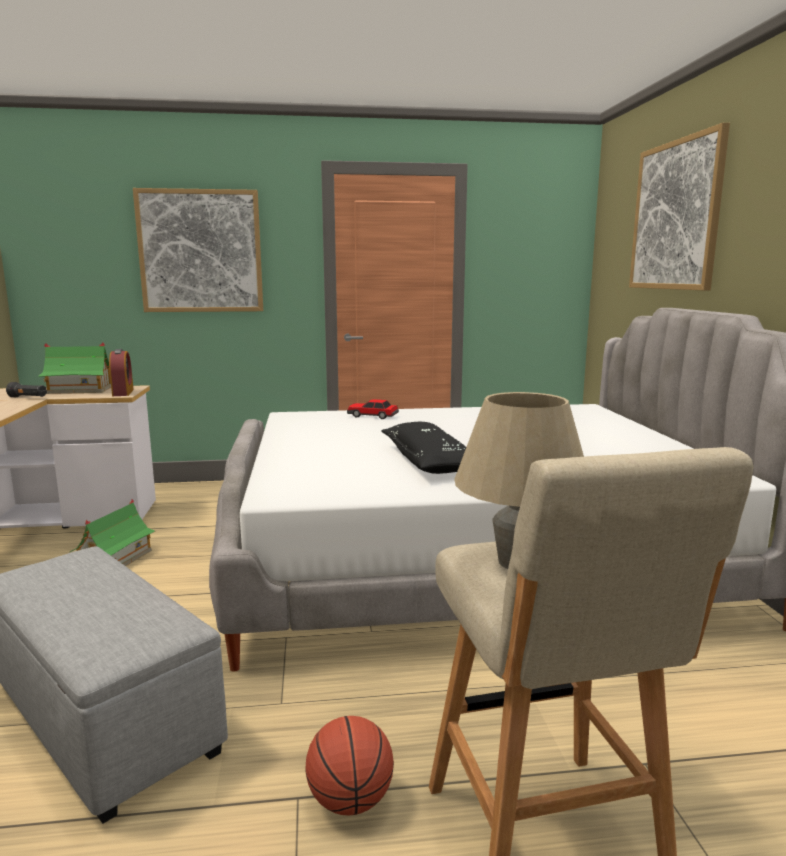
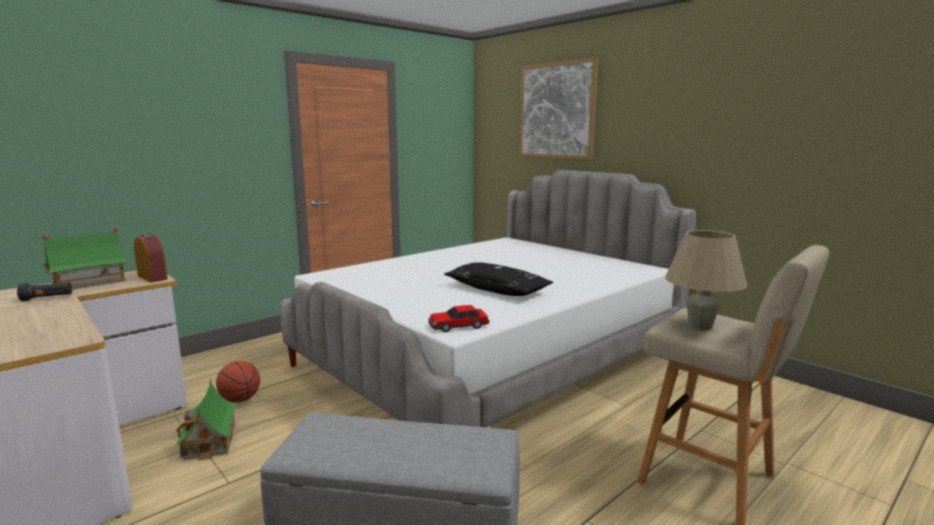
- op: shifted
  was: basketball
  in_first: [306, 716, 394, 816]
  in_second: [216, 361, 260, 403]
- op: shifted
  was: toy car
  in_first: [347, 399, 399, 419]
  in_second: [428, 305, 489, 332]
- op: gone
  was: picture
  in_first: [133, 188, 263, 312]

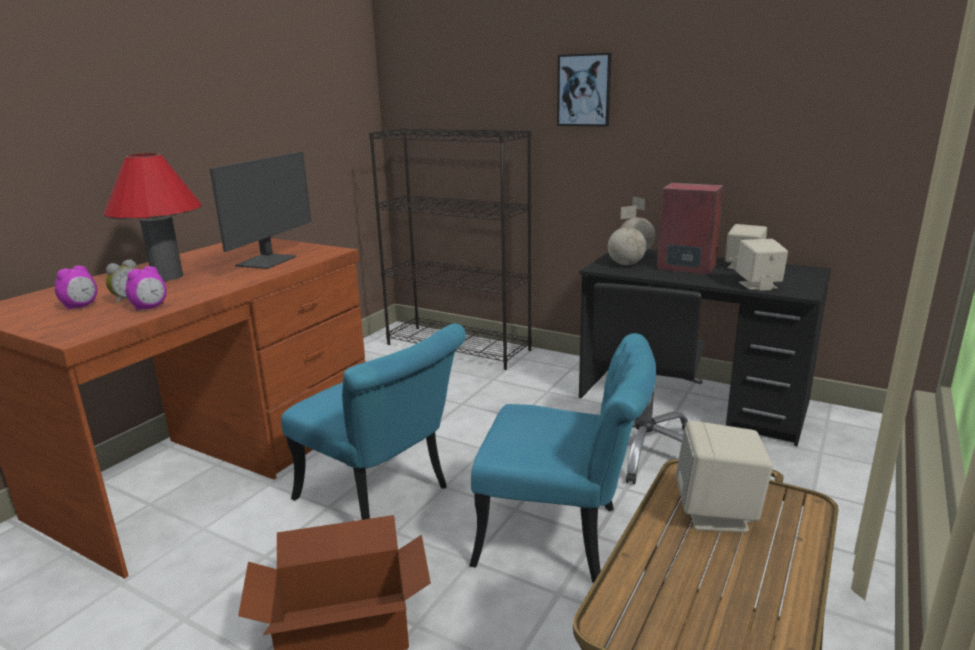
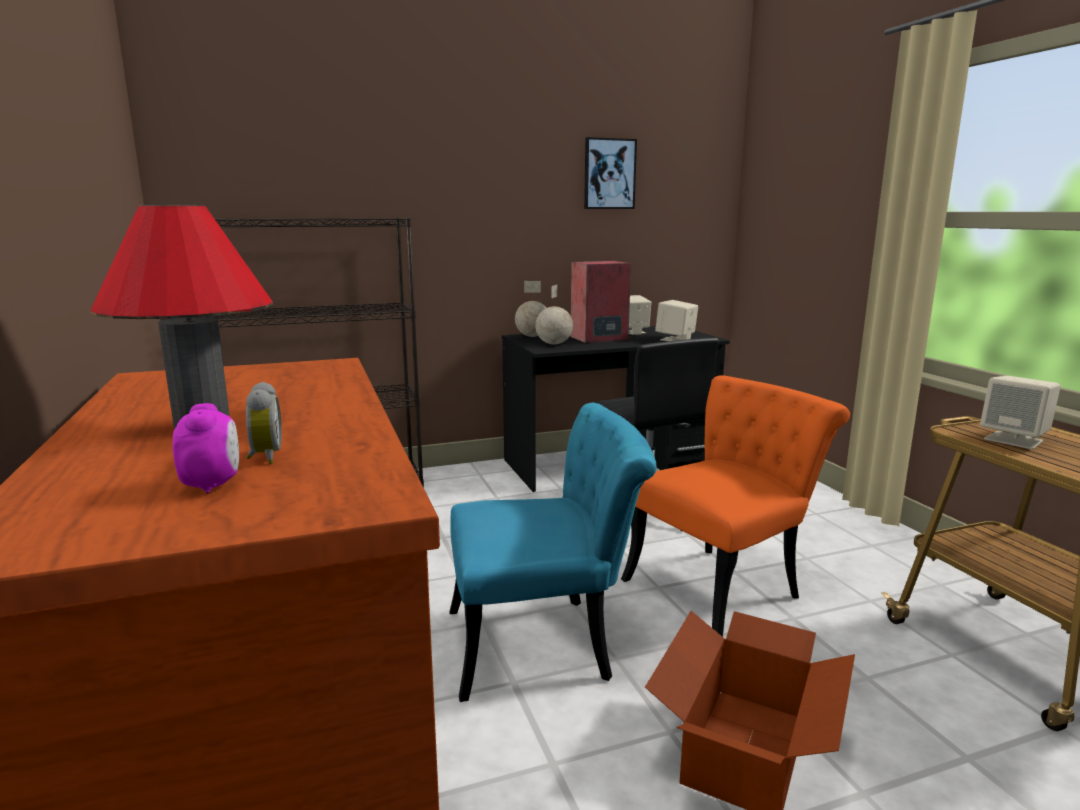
- op: shifted
  was: picture
  in_first: [557, 53, 612, 127]
  in_second: [584, 137, 637, 209]
- op: repainted
  was: turquoise chair
  now: orange chair
  in_first: [469, 333, 656, 583]
  in_second: [621, 375, 850, 637]
- op: gone
  was: alarm clock
  in_first: [125, 266, 167, 311]
- op: gone
  was: monitor
  in_first: [209, 152, 311, 269]

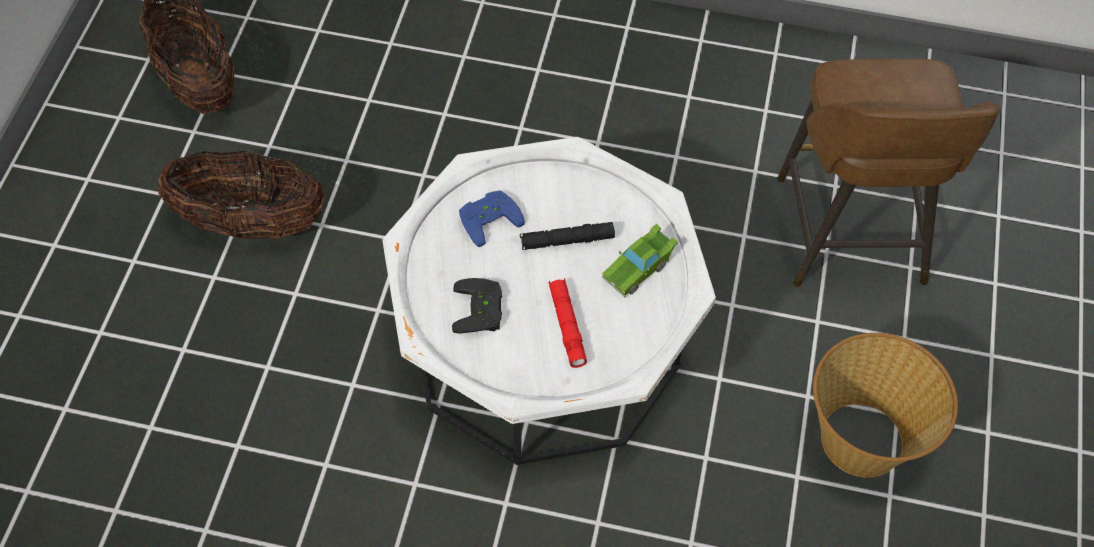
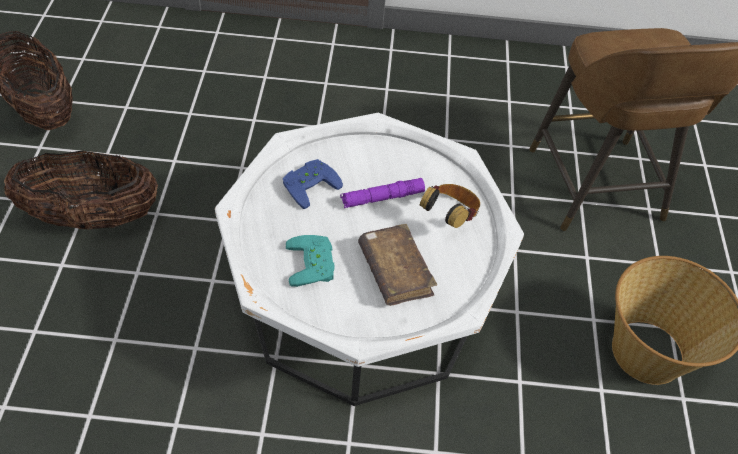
- op: repainted
  was: black game controller
  now: turquoise game controller
  in_first: [452, 278, 502, 334]
  in_second: [286, 235, 334, 287]
- op: repainted
  was: black flashlight
  now: purple flashlight
  in_first: [520, 222, 615, 250]
  in_second: [340, 178, 425, 208]
- op: swapped
  was: red flashlight
  now: brown book
  in_first: [549, 278, 587, 368]
  in_second: [358, 224, 437, 306]
- op: swapped
  was: green toy car
  now: headphones
  in_first: [602, 224, 678, 297]
  in_second: [420, 184, 480, 228]

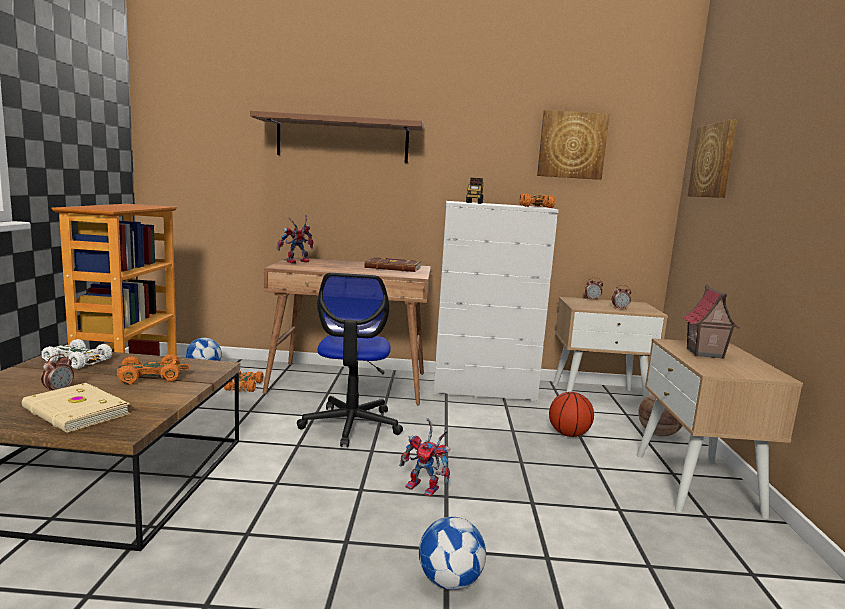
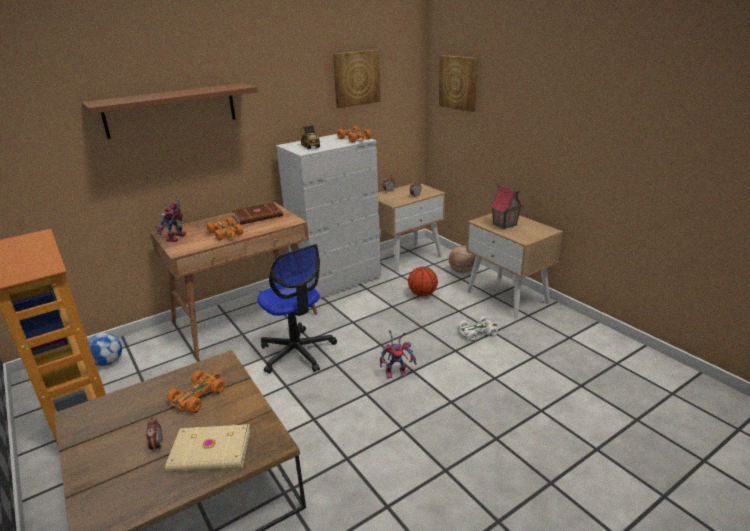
- op: shifted
  was: orange toy car
  in_first: [224, 371, 264, 392]
  in_second: [207, 217, 243, 241]
- op: shifted
  was: white toy car
  in_first: [41, 339, 112, 369]
  in_second: [458, 316, 498, 341]
- op: gone
  was: football
  in_first: [419, 517, 486, 590]

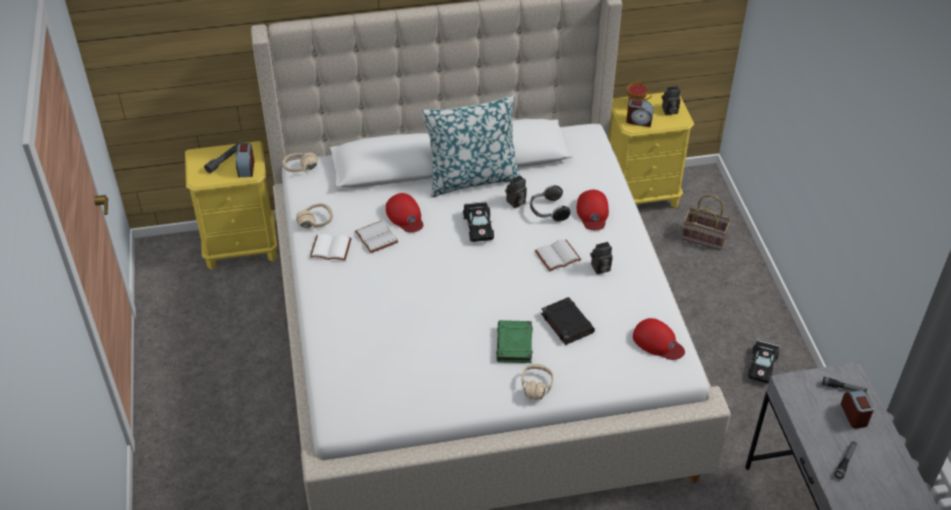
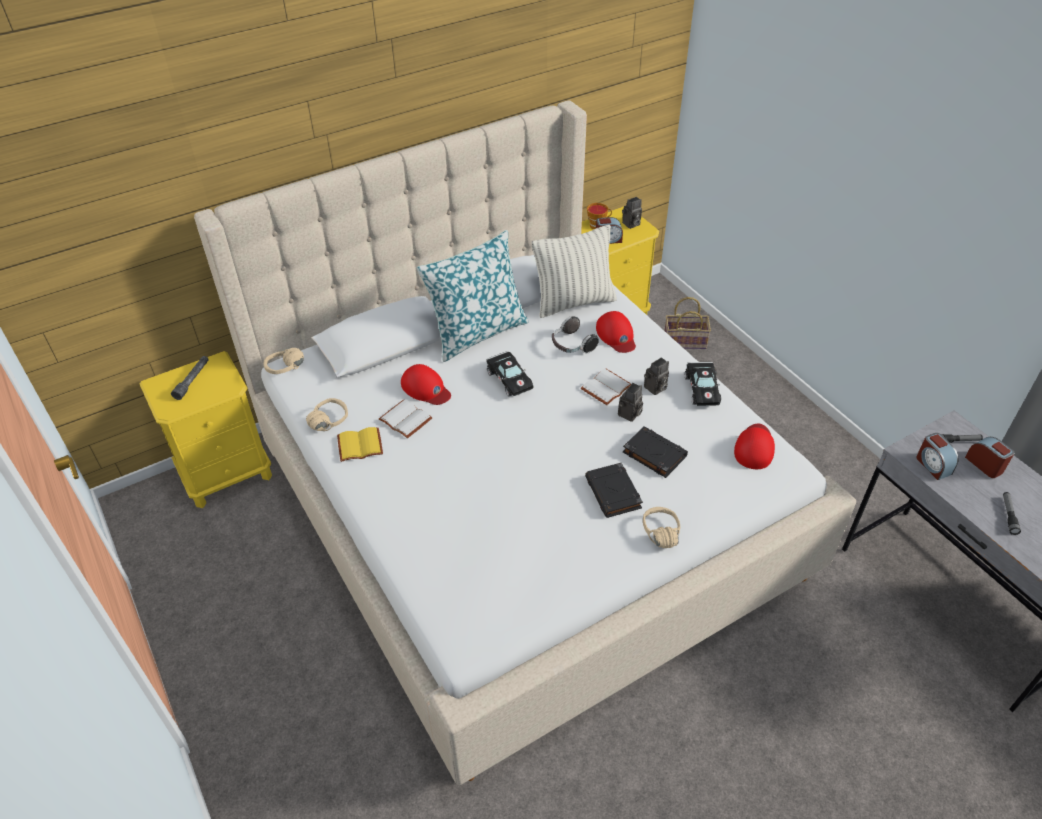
- op: repainted
  was: white book
  now: yellow book
  in_first: [310, 234, 352, 261]
  in_second: [337, 427, 383, 462]
- op: new
  now: pillow
  in_second: [531, 225, 617, 318]
- op: repainted
  was: green book
  now: black book
  in_first: [496, 320, 533, 363]
  in_second: [585, 463, 643, 518]
- op: shifted
  was: photo camera
  in_first: [505, 175, 527, 208]
  in_second: [618, 383, 643, 422]
- op: shifted
  was: black toy car
  in_first: [748, 340, 779, 383]
  in_second: [685, 362, 721, 406]
- op: rotated
  was: red cap
  in_first: [633, 318, 685, 360]
  in_second: [734, 424, 775, 469]
  clockwise: -90
- op: shifted
  was: alarm clock
  in_first: [235, 143, 254, 177]
  in_second: [916, 433, 959, 480]

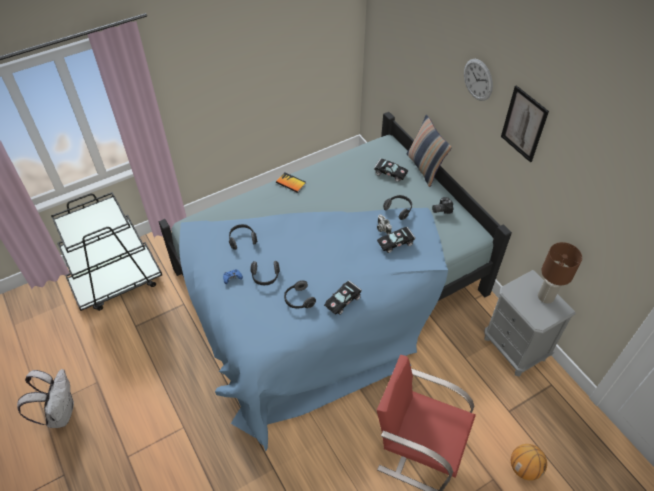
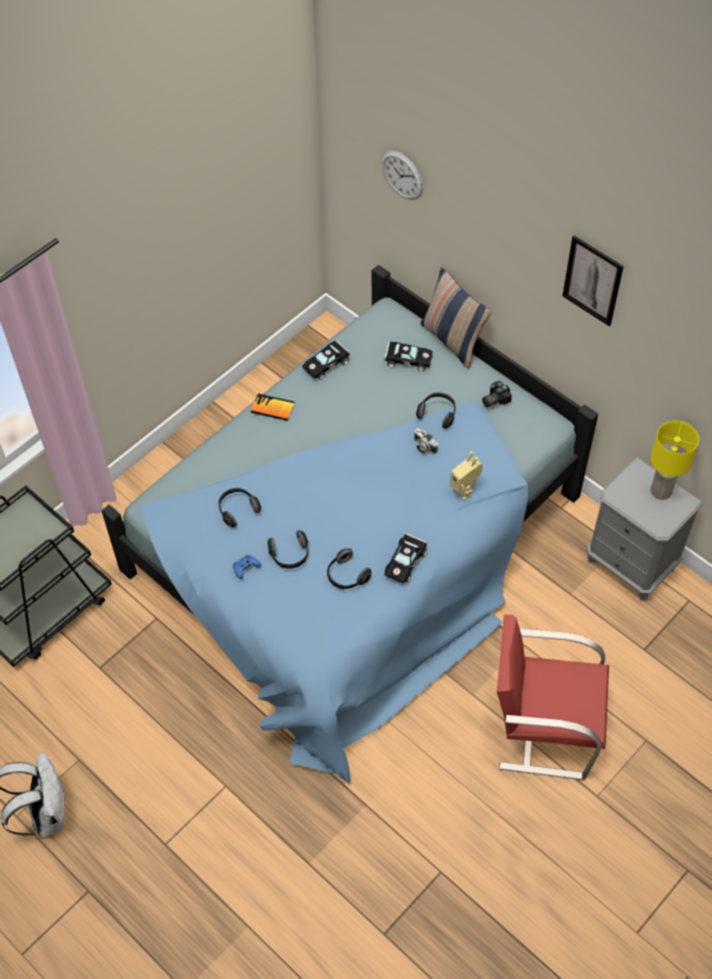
- op: shifted
  was: black toy car
  in_first: [377, 227, 415, 253]
  in_second: [302, 340, 350, 380]
- op: shifted
  was: wall clock
  in_first: [464, 59, 493, 101]
  in_second: [382, 151, 423, 200]
- op: new
  now: toy robot
  in_second: [450, 451, 483, 500]
- op: repainted
  was: brown table lamp
  now: yellow table lamp
  in_first: [538, 242, 582, 304]
  in_second: [651, 420, 699, 500]
- op: gone
  was: basketball
  in_first: [511, 444, 547, 481]

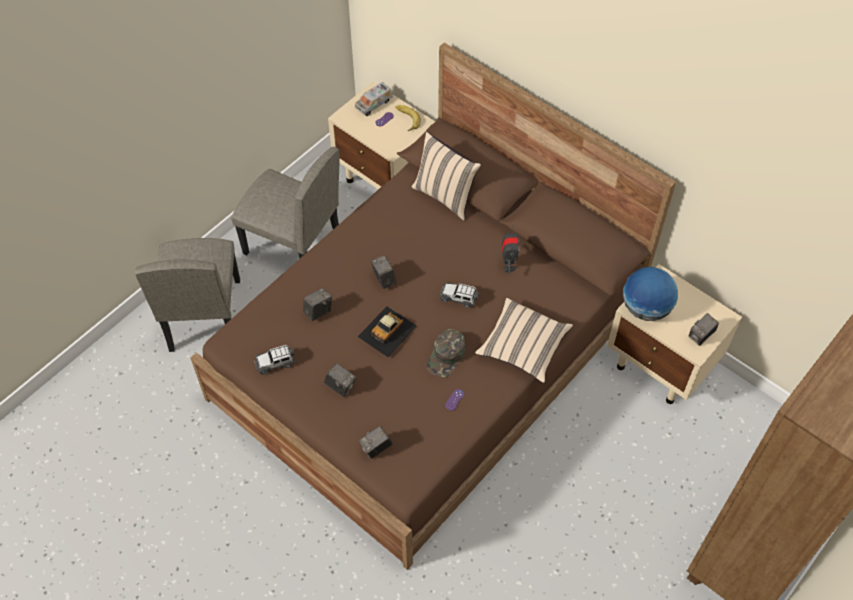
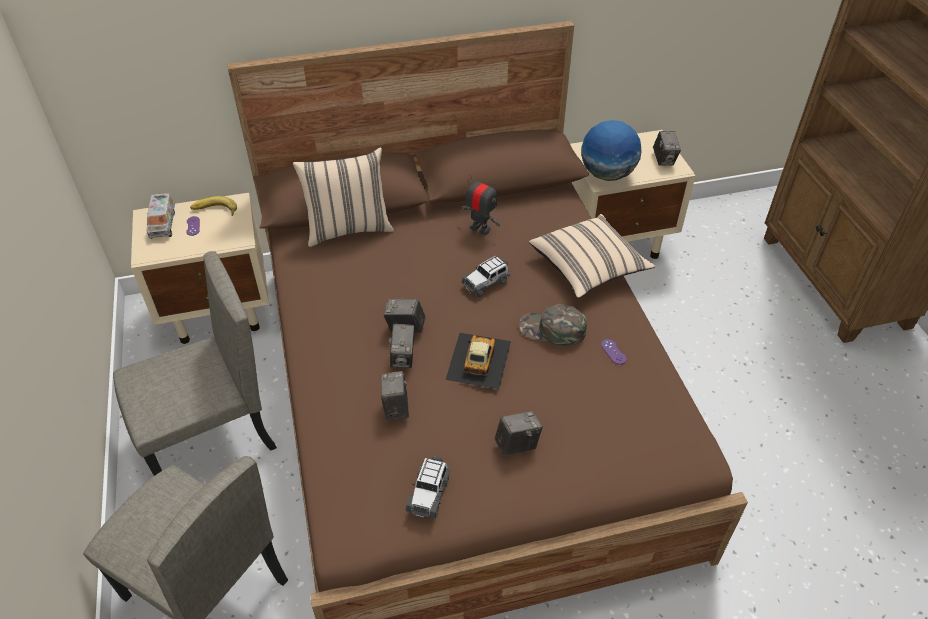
- op: shifted
  was: photo camera
  in_first: [359, 426, 393, 459]
  in_second: [389, 324, 415, 368]
- op: rotated
  was: toy car
  in_first: [358, 306, 417, 357]
  in_second: [445, 333, 511, 389]
  clockwise: -150
- op: rotated
  was: green cap
  in_first: [426, 329, 465, 378]
  in_second: [519, 304, 587, 346]
  clockwise: 135

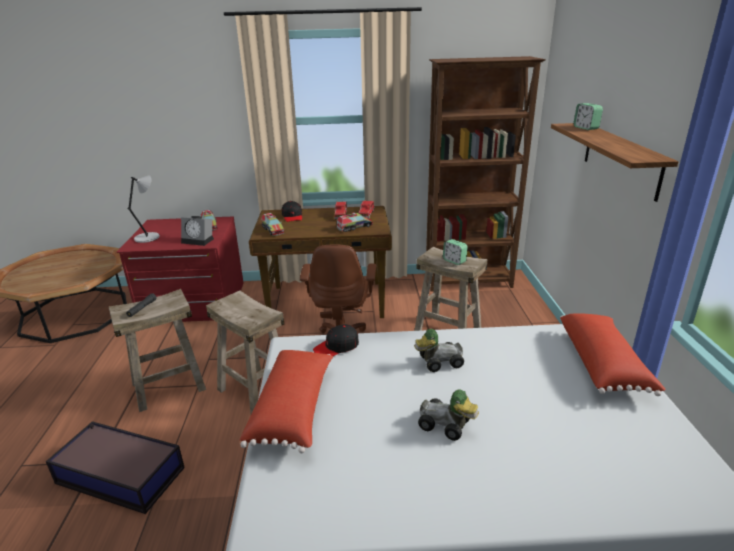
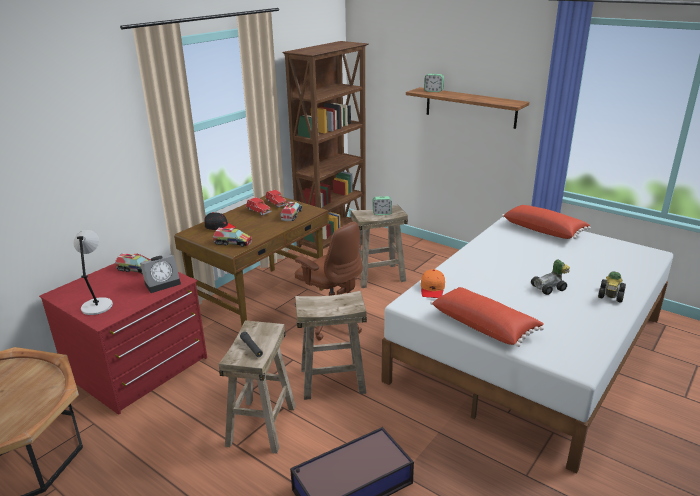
- op: repainted
  was: black cap
  now: orange cap
  in_first: [313, 324, 359, 356]
  in_second: [421, 269, 445, 298]
- op: shifted
  was: toy car
  in_first: [414, 329, 464, 372]
  in_second: [598, 271, 626, 303]

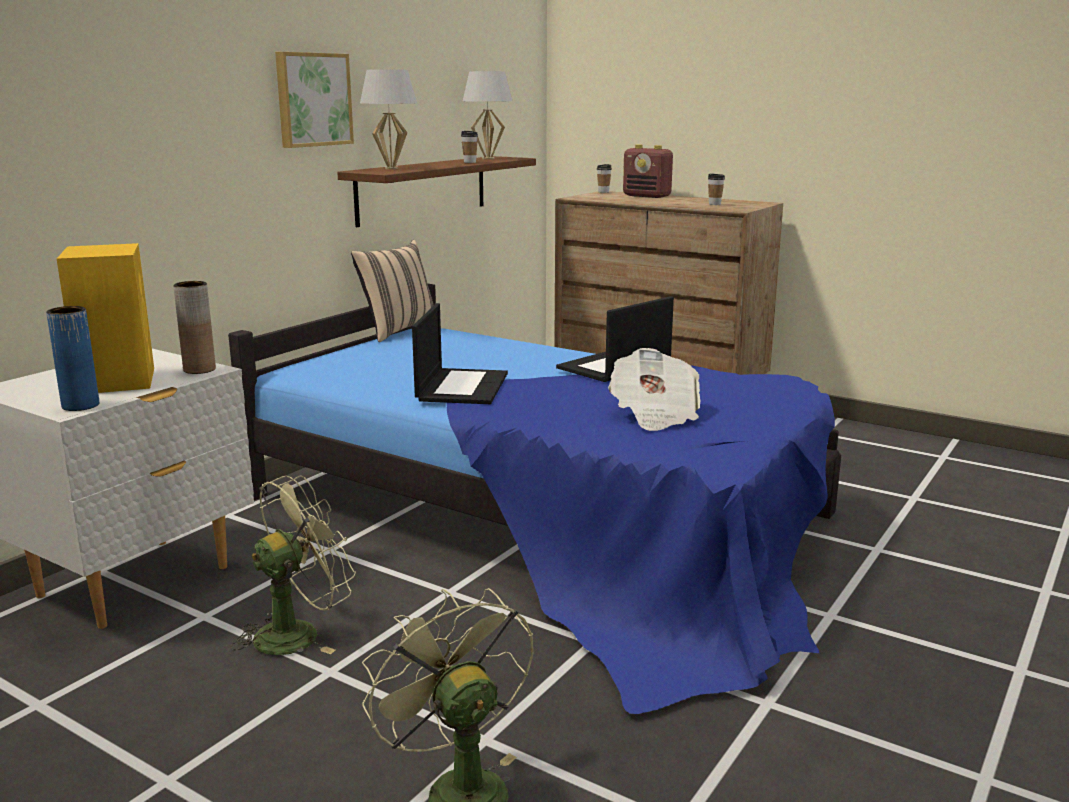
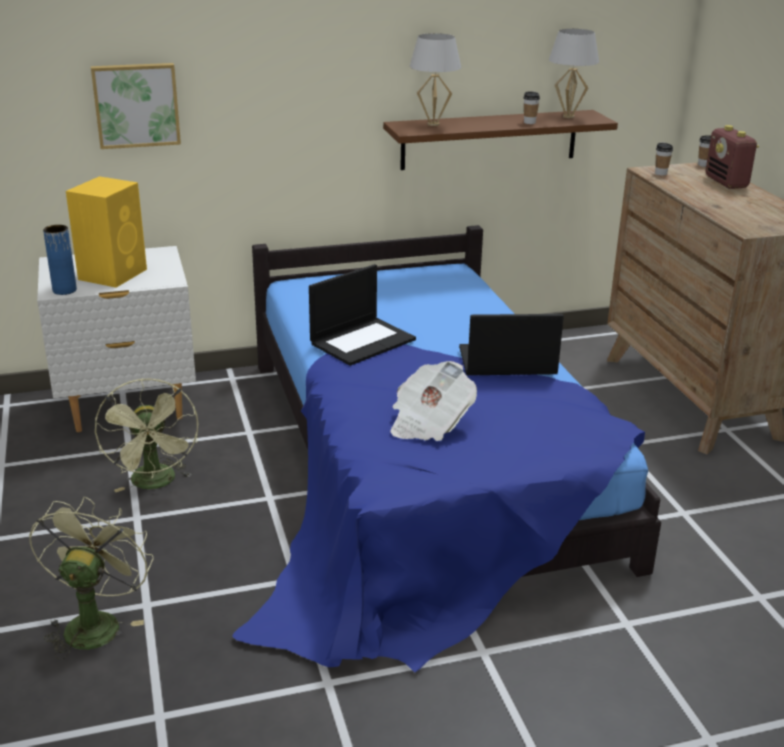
- op: shifted
  was: picture
  in_first: [275, 52, 354, 148]
  in_second: [91, 63, 181, 149]
- op: rotated
  was: green fan
  in_first: [231, 475, 356, 655]
  in_second: [95, 378, 198, 492]
  clockwise: 75
- op: shifted
  was: cup
  in_first: [708, 173, 725, 205]
  in_second: [655, 143, 673, 176]
- op: gone
  was: brown vase
  in_first: [173, 281, 216, 374]
- op: gone
  was: beige pillow
  in_first: [351, 240, 434, 342]

